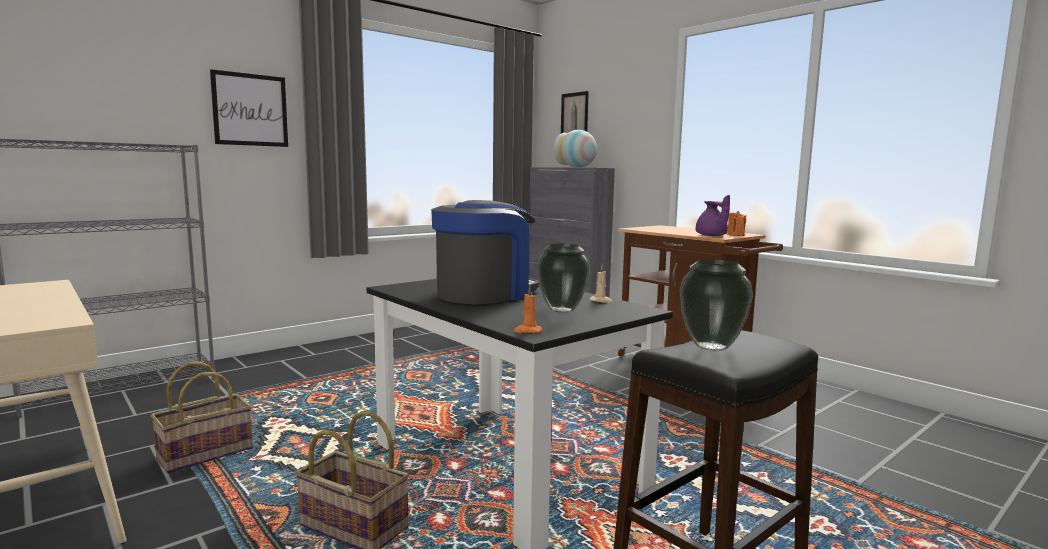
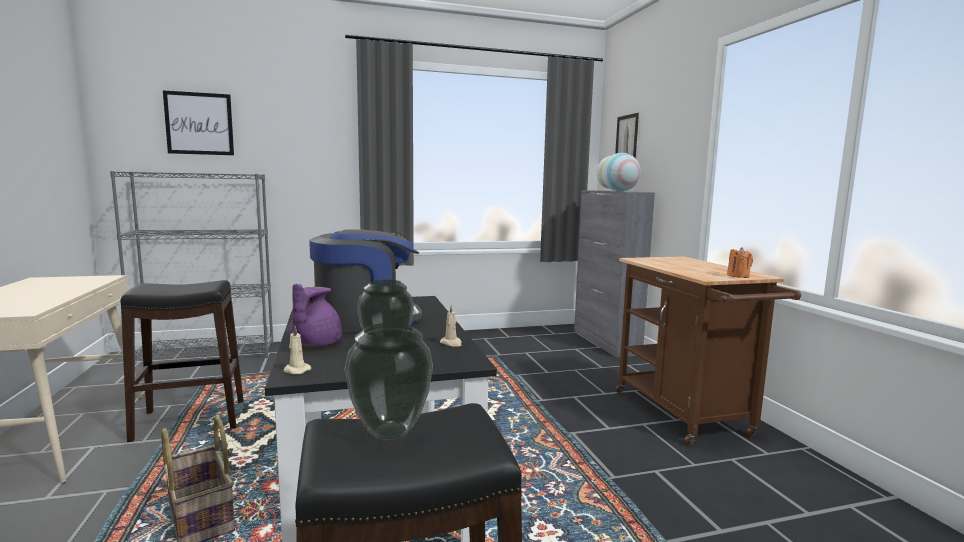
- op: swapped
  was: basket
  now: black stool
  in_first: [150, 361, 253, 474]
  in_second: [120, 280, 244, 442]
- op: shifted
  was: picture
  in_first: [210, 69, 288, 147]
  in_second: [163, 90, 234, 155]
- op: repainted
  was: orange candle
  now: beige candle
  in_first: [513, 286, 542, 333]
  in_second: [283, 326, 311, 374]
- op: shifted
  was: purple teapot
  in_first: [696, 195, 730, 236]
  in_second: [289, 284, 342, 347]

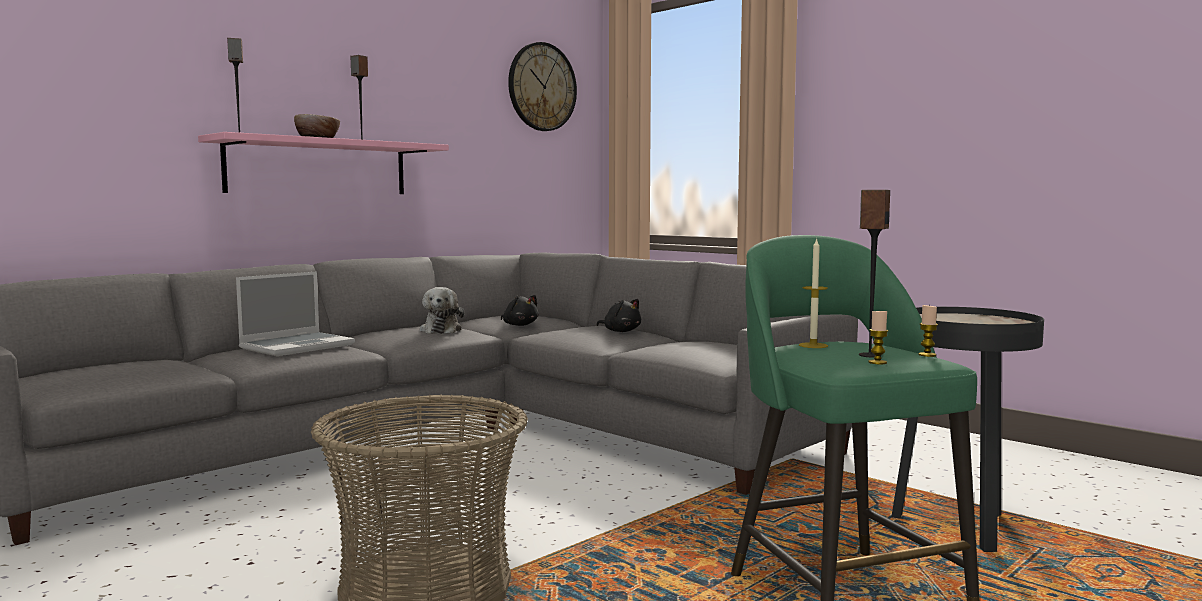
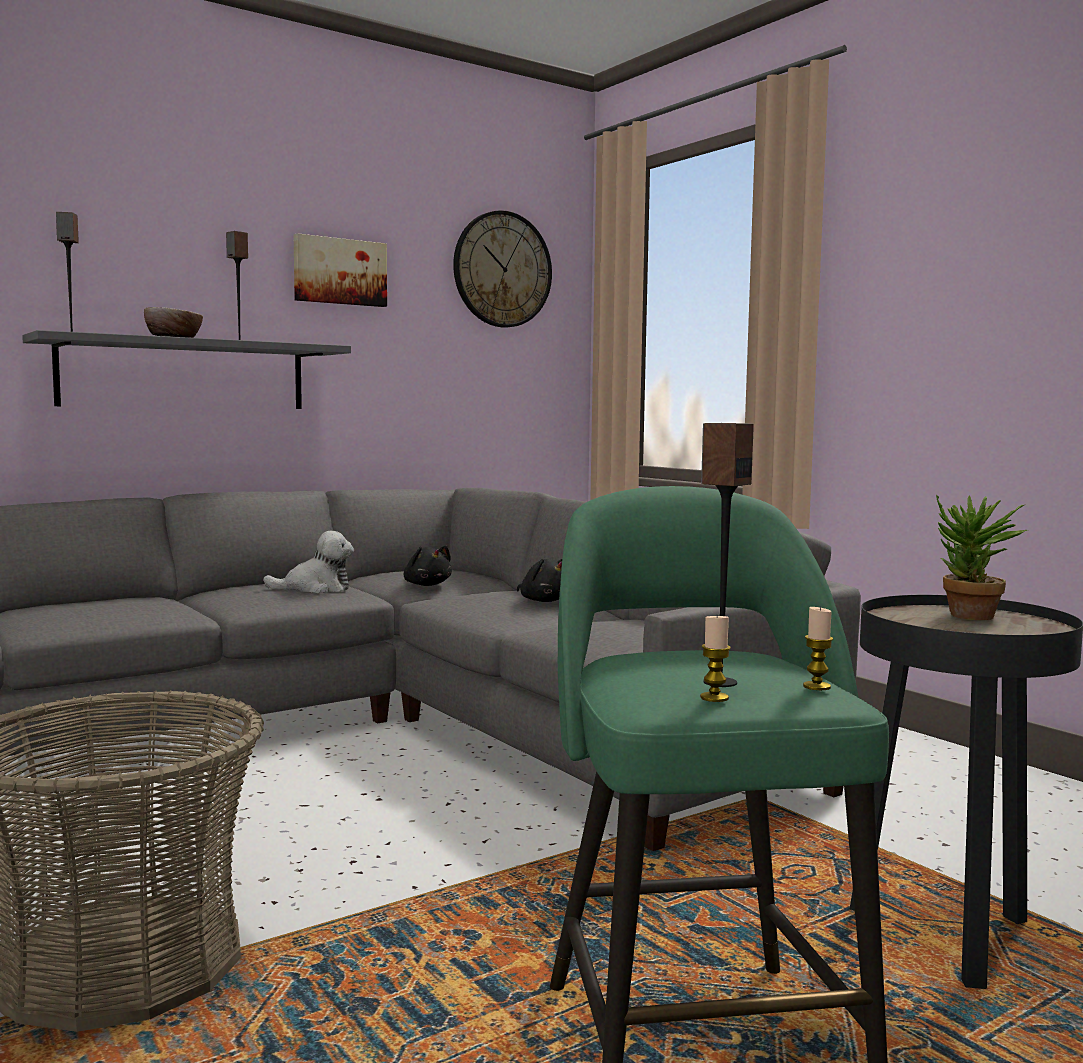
- op: repainted
  was: pink shelf
  now: grey shelf
  in_first: [198, 132, 449, 194]
  in_second: [22, 330, 351, 409]
- op: rotated
  was: plush toy
  in_first: [420, 287, 464, 334]
  in_second: [263, 531, 354, 593]
  clockwise: -105
- op: new
  now: picture
  in_second: [294, 233, 387, 307]
- op: new
  now: potted plant
  in_second: [936, 495, 1027, 620]
- op: gone
  was: laptop
  in_first: [236, 272, 355, 356]
- op: gone
  was: candle
  in_first: [799, 238, 828, 348]

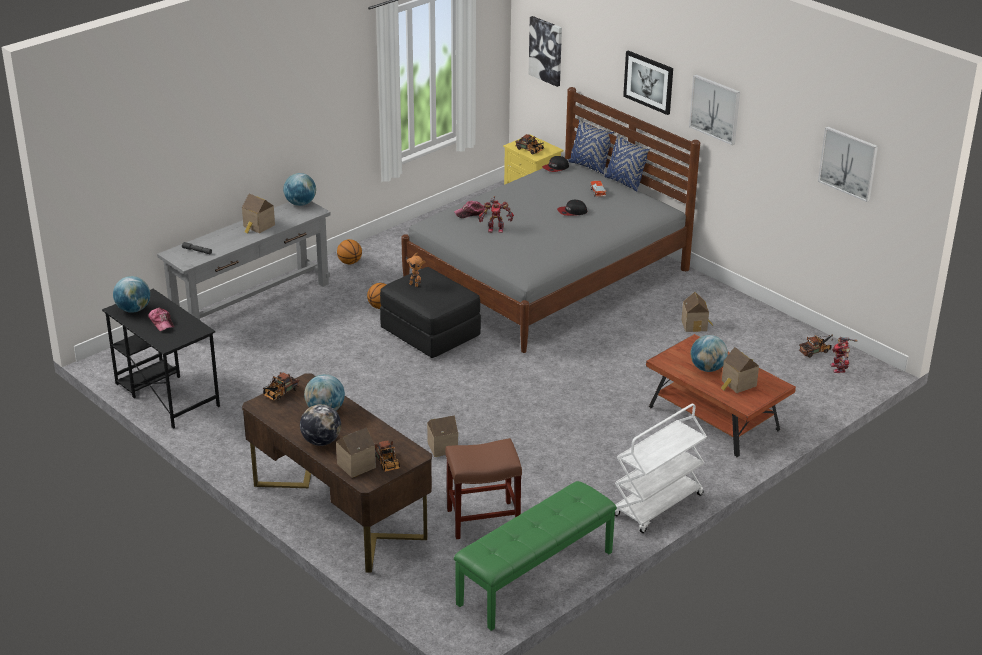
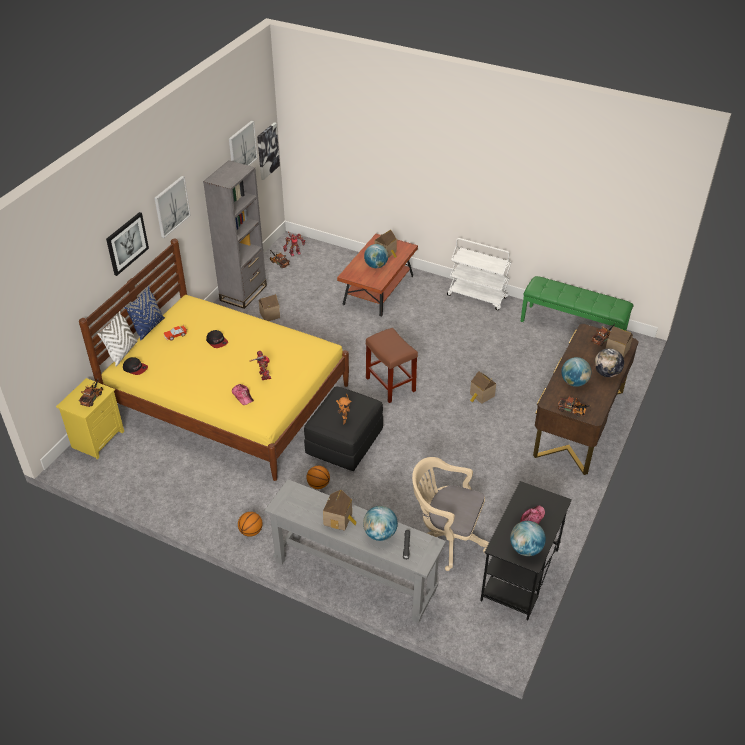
- op: repainted
  was: grey bed
  now: yellow bed
  in_first: [401, 87, 700, 353]
  in_second: [79, 239, 349, 481]
- op: repainted
  was: blue pillow
  now: white pillow
  in_first: [568, 119, 614, 174]
  in_second: [97, 311, 138, 367]
- op: new
  now: grey bookcase
  in_second: [203, 160, 267, 309]
- op: shifted
  was: picture
  in_first: [528, 16, 562, 87]
  in_second: [257, 122, 280, 180]
- op: shifted
  was: globe
  in_first: [283, 173, 316, 206]
  in_second: [363, 506, 398, 541]
- op: shifted
  was: brown stool
  in_first: [445, 438, 522, 539]
  in_second: [366, 328, 418, 403]
- op: new
  now: beige office chair
  in_second: [412, 457, 489, 571]

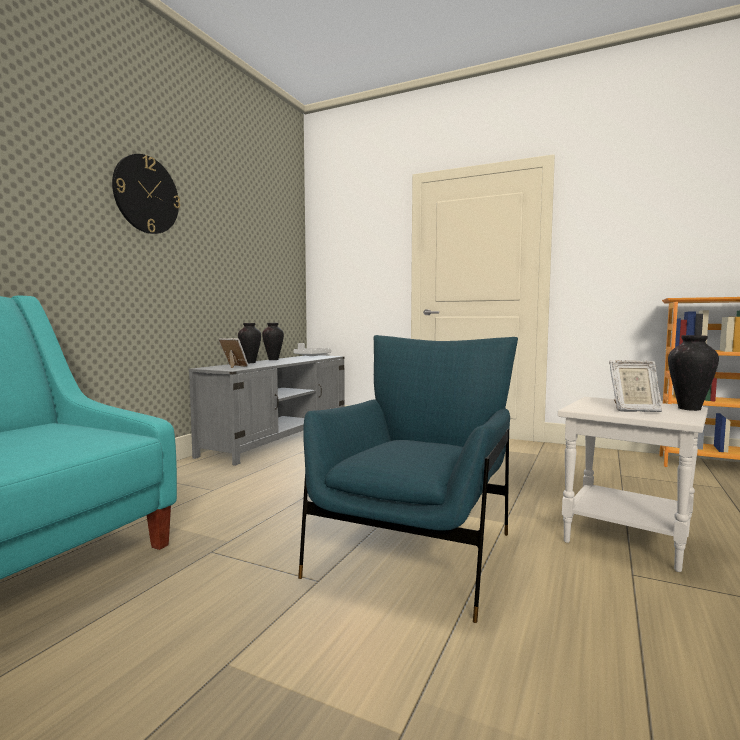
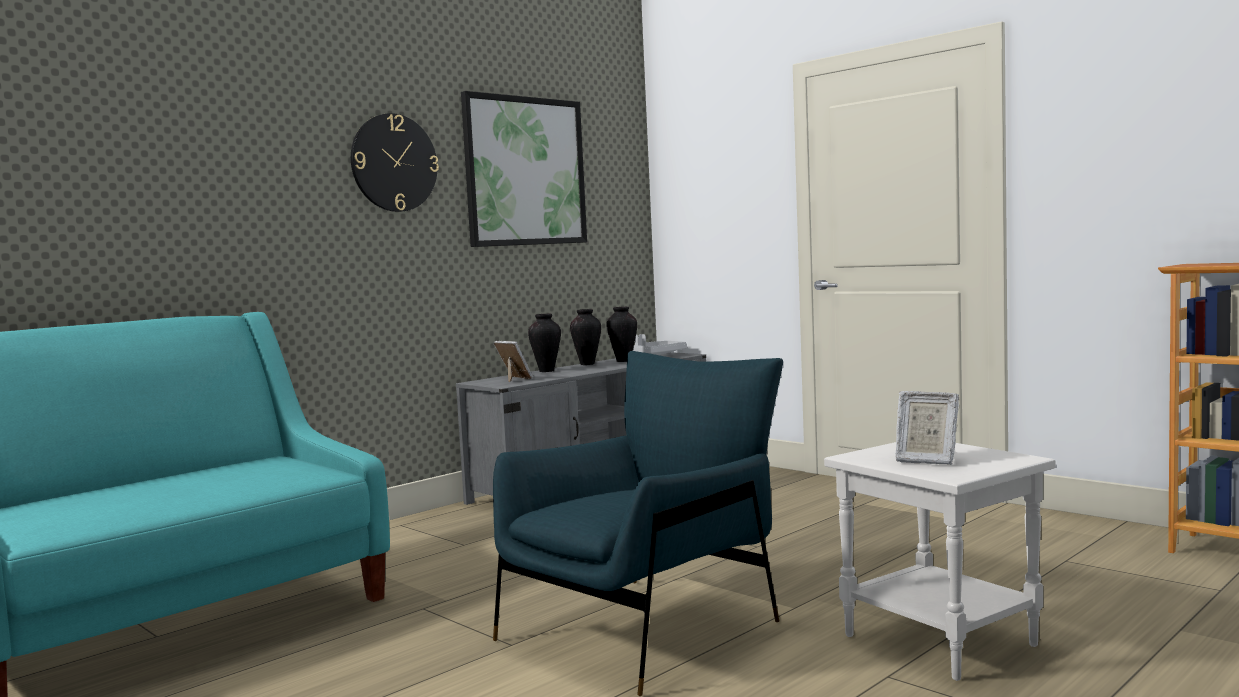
- op: new
  now: picture
  in_second: [461, 91, 587, 247]
- op: shifted
  was: vase
  in_first: [668, 335, 719, 411]
  in_second: [606, 307, 637, 362]

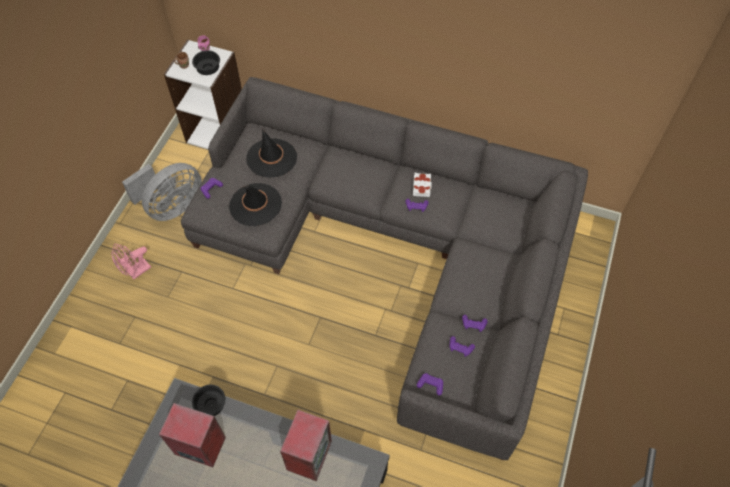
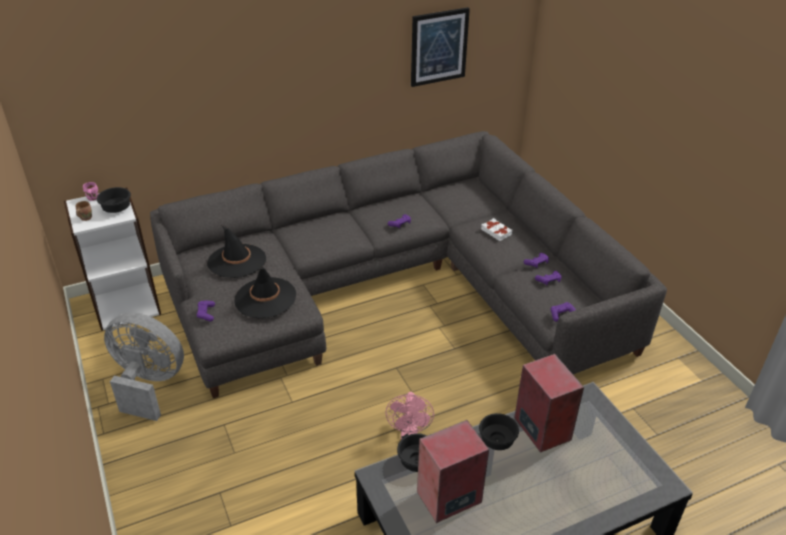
- op: rotated
  was: grey fan
  in_first: [122, 163, 202, 221]
  in_second: [104, 312, 184, 421]
  clockwise: -75
- op: shifted
  was: pink fan
  in_first: [111, 244, 151, 279]
  in_second: [385, 392, 434, 440]
- op: new
  now: picture
  in_second: [411, 7, 470, 87]
- op: new
  now: black bowl
  in_second: [479, 413, 519, 450]
- op: shifted
  was: white book
  in_first: [413, 173, 432, 197]
  in_second: [481, 218, 512, 241]

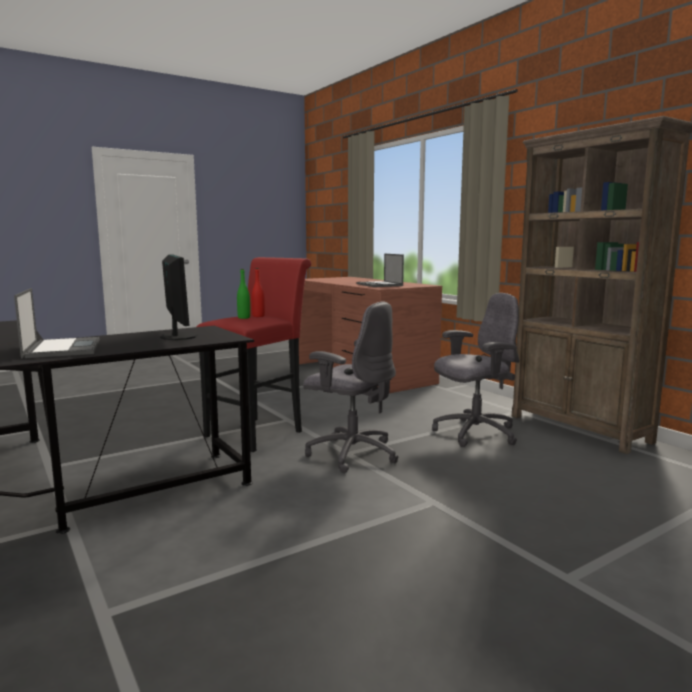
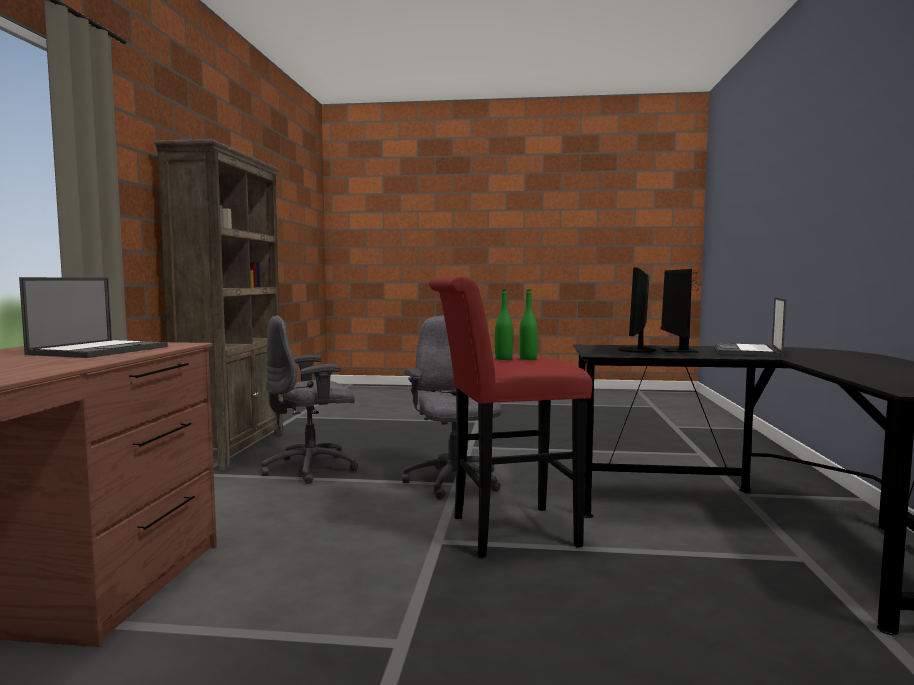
- op: rotated
  was: grey office chair
  in_first: [432, 293, 520, 447]
  in_second: [261, 315, 358, 484]
  clockwise: -45
- op: repainted
  was: red bottle
  now: green bottle
  in_first: [252, 268, 265, 317]
  in_second: [495, 290, 513, 360]
- op: new
  now: monitor
  in_second: [661, 269, 701, 353]

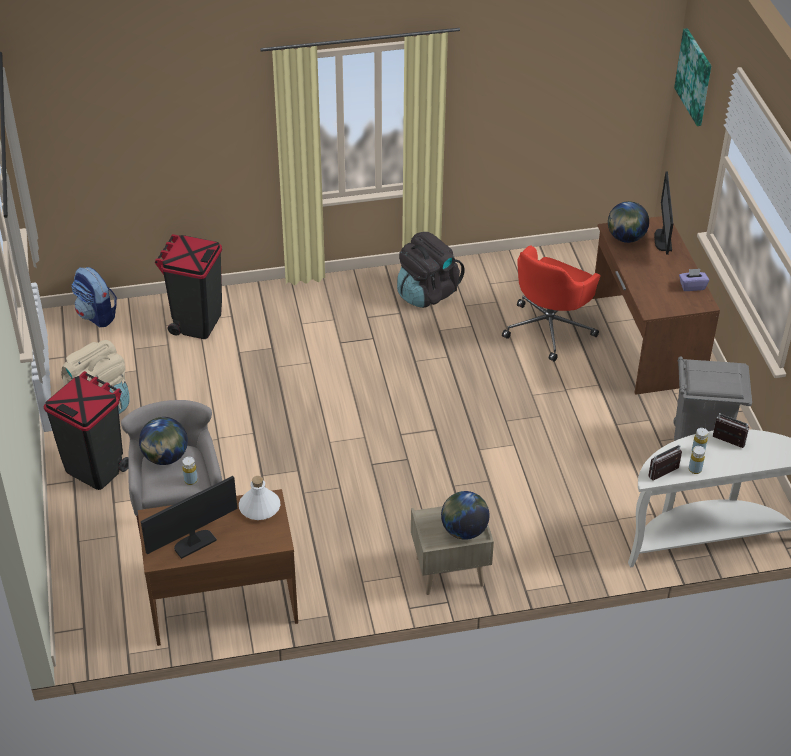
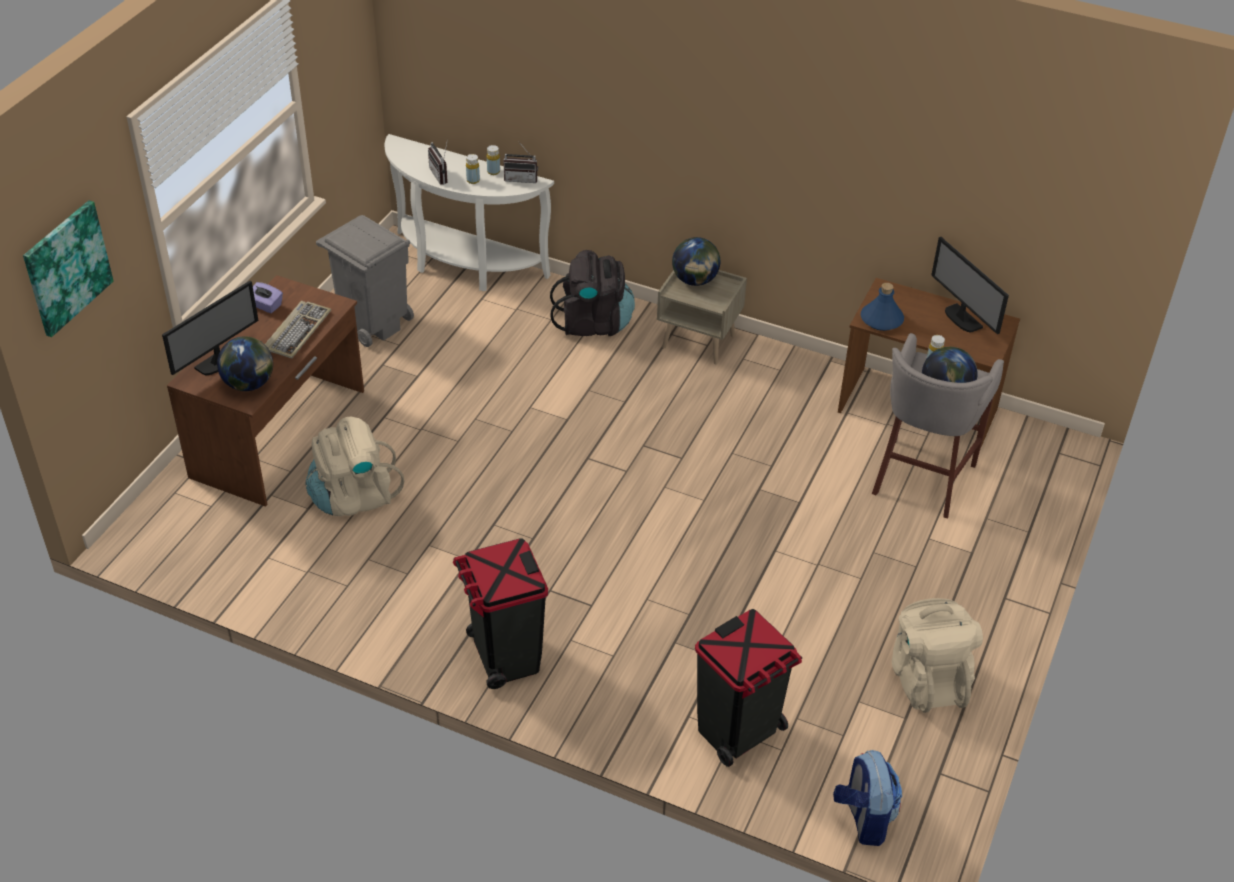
- op: new
  now: keyboard
  in_second: [265, 301, 331, 358]
- op: swapped
  was: red office chair
  now: beige backpack
  in_first: [502, 245, 601, 362]
  in_second: [306, 417, 405, 516]
- op: shifted
  was: black trash can
  in_first: [44, 371, 129, 490]
  in_second: [453, 538, 548, 689]
- op: shifted
  was: black backpack
  in_first: [397, 232, 465, 308]
  in_second: [550, 250, 635, 336]
- op: repainted
  was: white bottle
  now: blue bottle
  in_first: [239, 476, 280, 520]
  in_second: [861, 283, 904, 331]
- op: rotated
  was: monitor
  in_first: [141, 476, 237, 559]
  in_second: [931, 237, 1009, 334]
  clockwise: 60

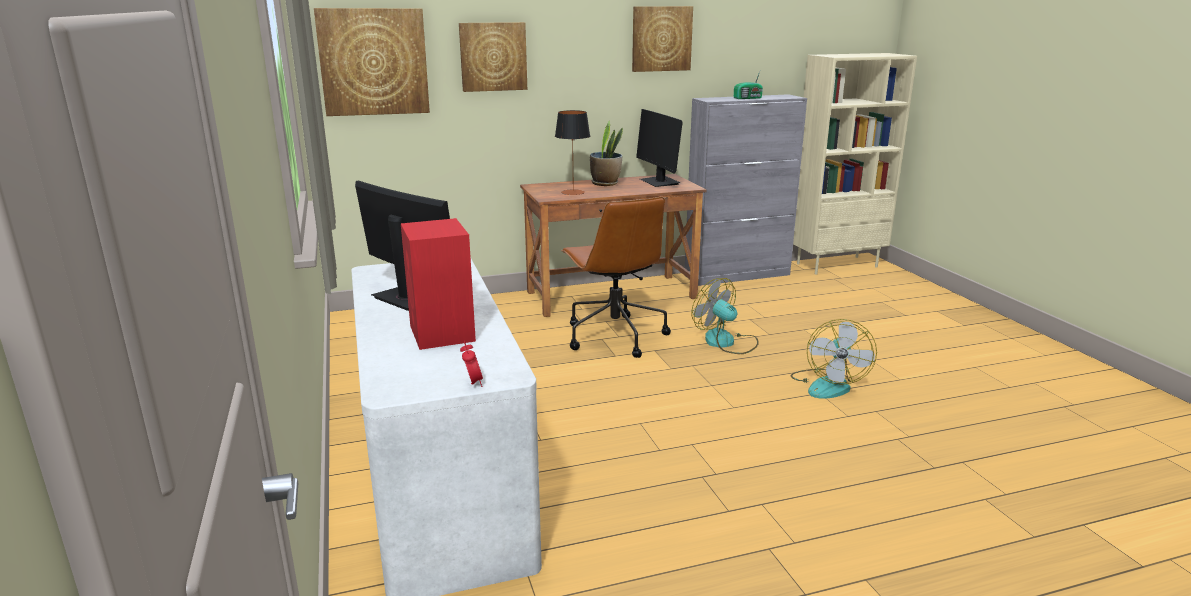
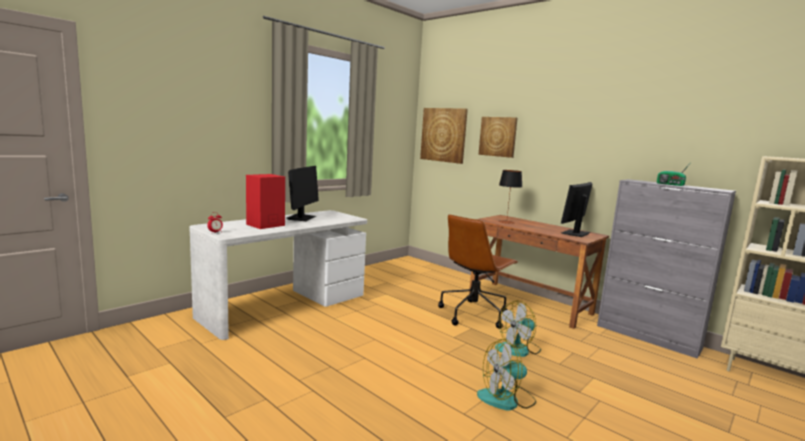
- op: rotated
  was: fan
  in_first: [691, 278, 759, 354]
  in_second: [495, 300, 541, 357]
  clockwise: -135
- op: gone
  was: potted plant
  in_first: [590, 121, 623, 186]
- op: gone
  was: picture
  in_first: [632, 6, 693, 72]

